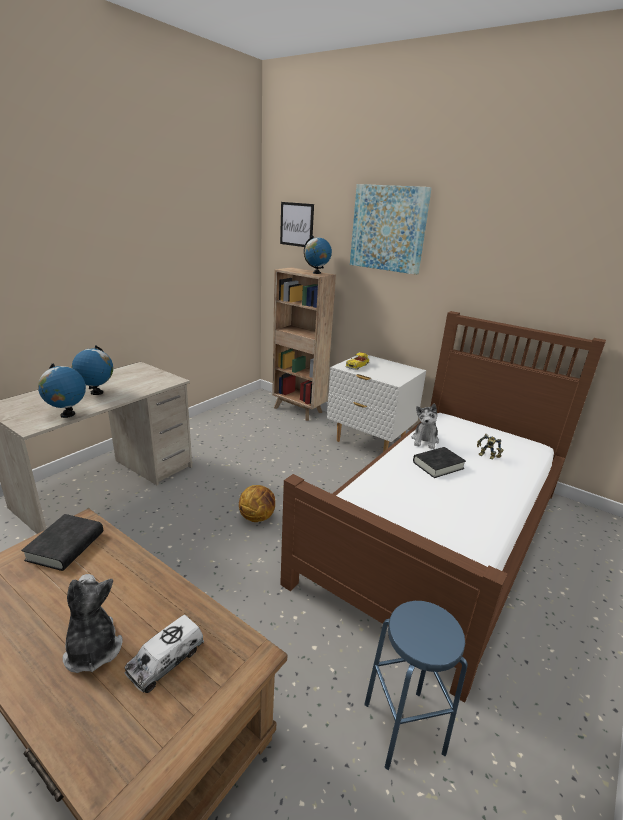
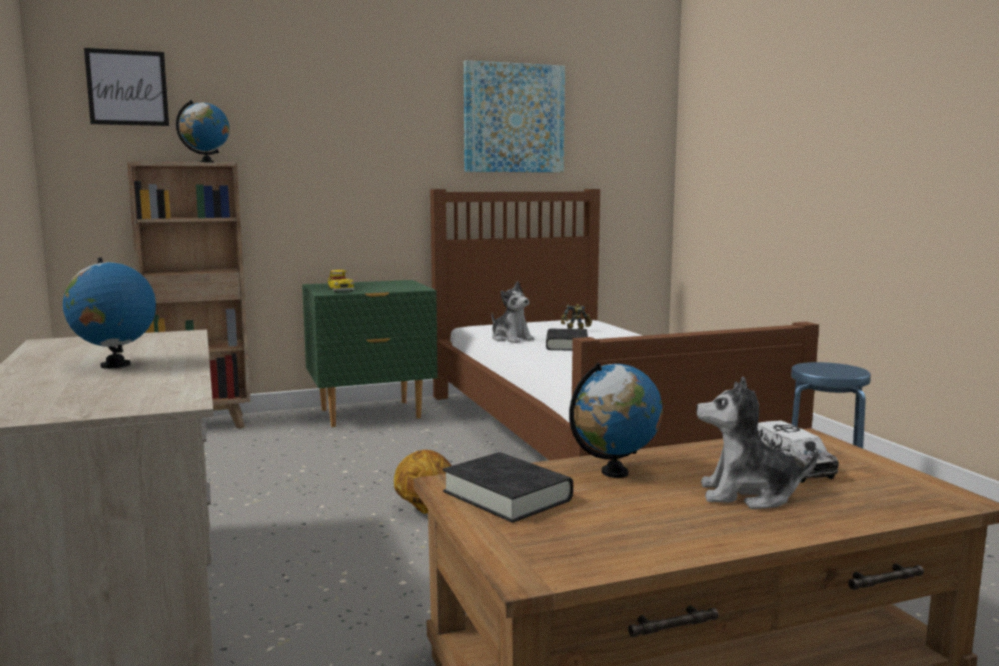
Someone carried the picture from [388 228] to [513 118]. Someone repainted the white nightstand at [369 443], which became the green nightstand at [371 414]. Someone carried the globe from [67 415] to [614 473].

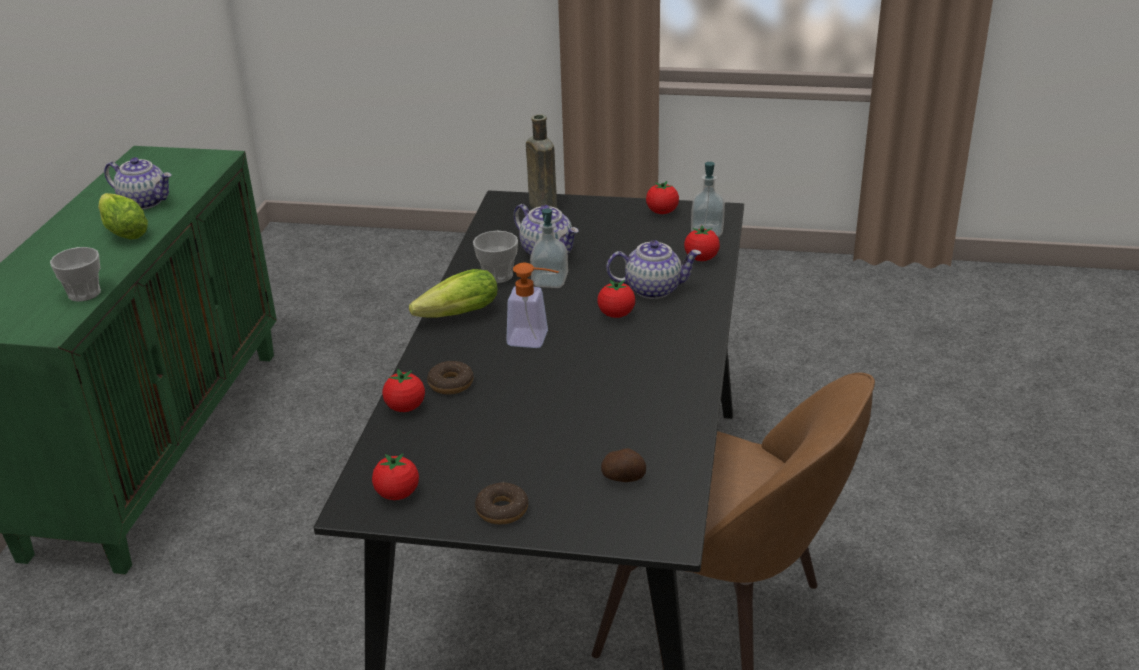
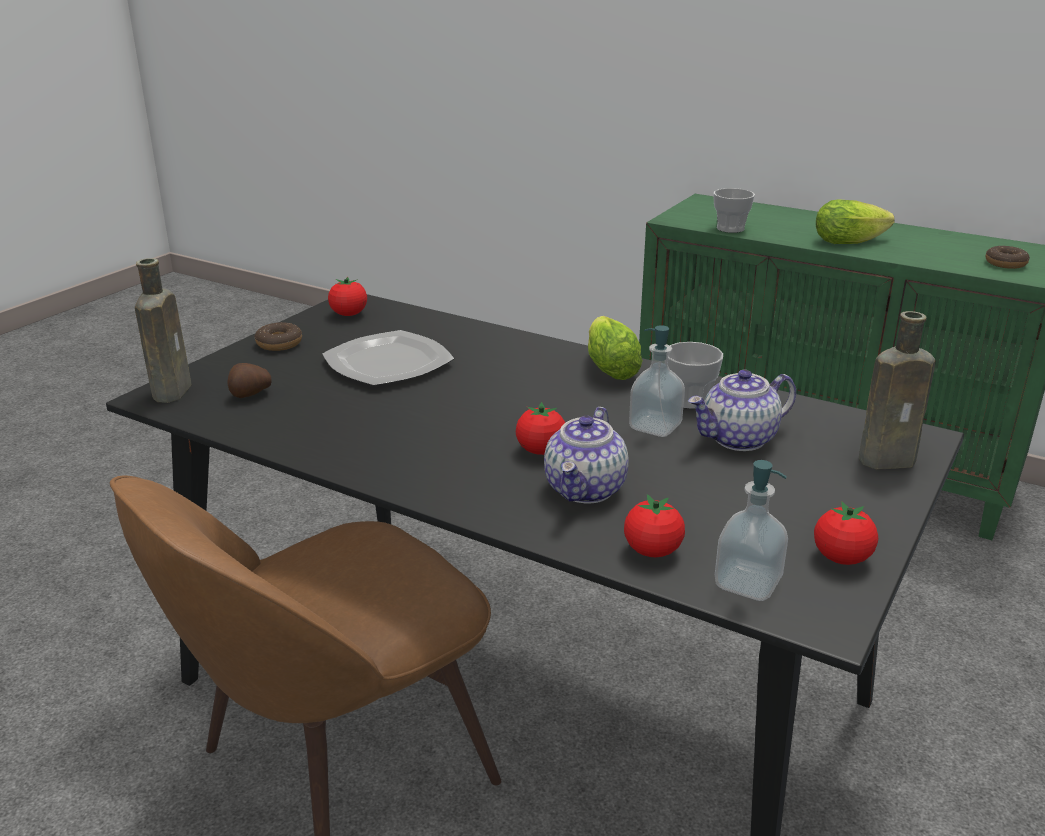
Someone took away the teapot at [145 202]. Someone took away the soap dispenser at [535 339]. Someone carried the donut from [451 384] to [1005 263]. Someone took away the tomato at [405 407]. Someone put down the brown bottle at [173 390]. Someone put down the plate at [386 363].

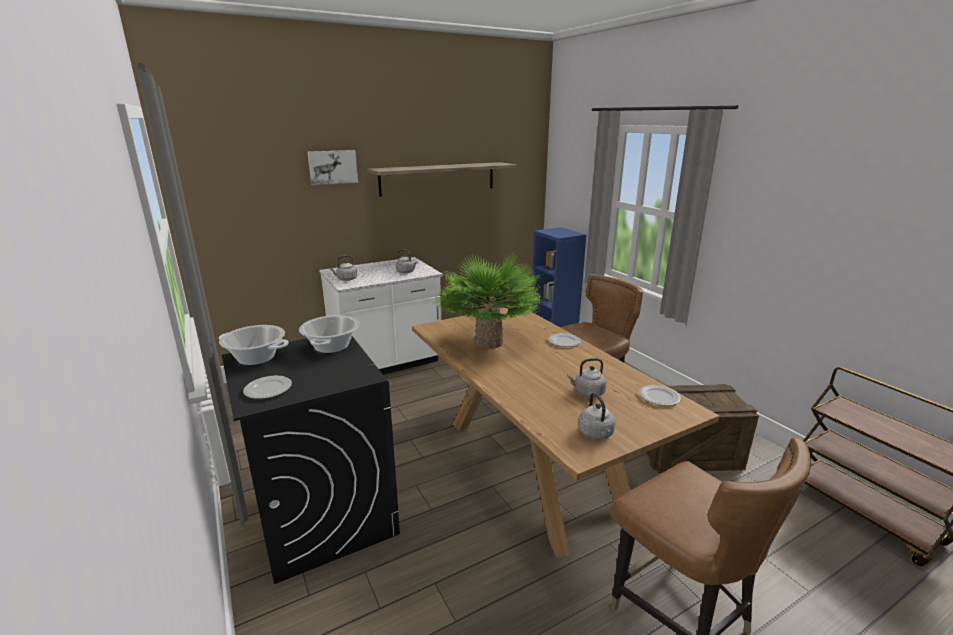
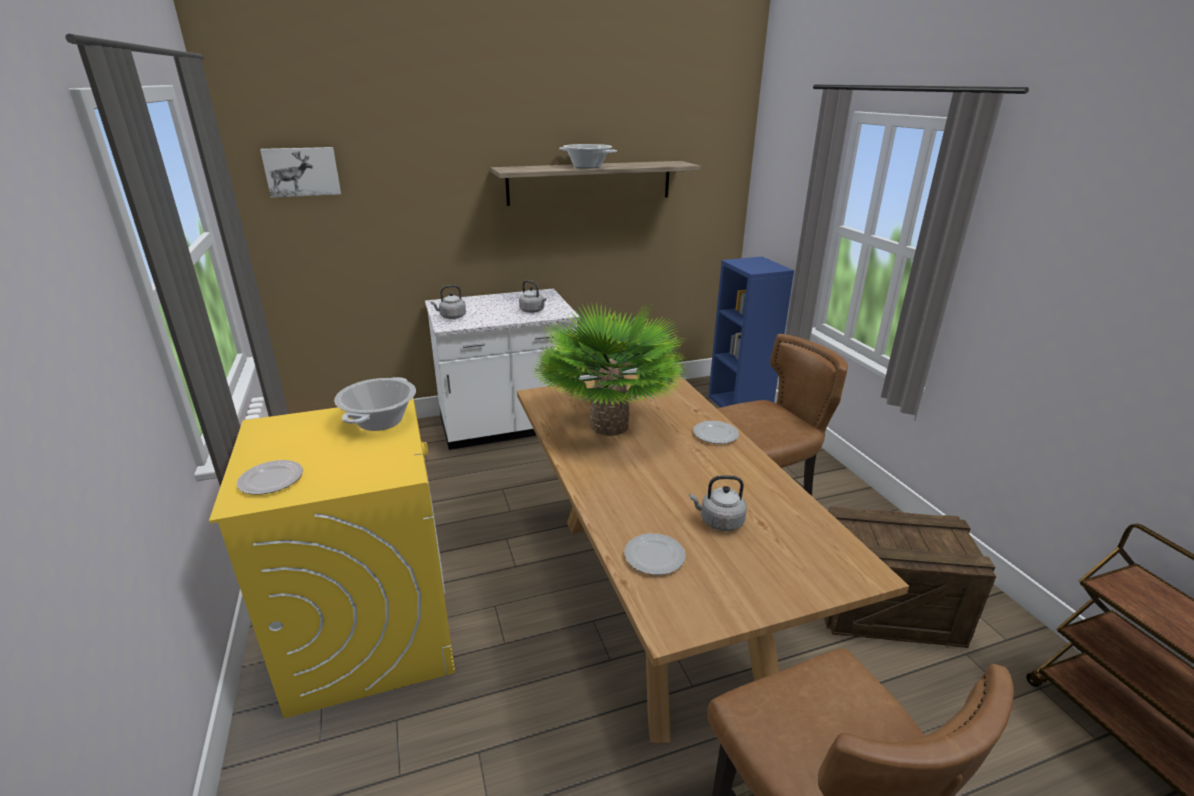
Someone carried the picture from [332 167] to [302 171]. Someone carried the cooking pot from [256 358] to [587 166]. Someone repainted the black washing machine at [324 514], which became the yellow washing machine at [370 630]. Someone carried the plate from [659 397] to [655 556]. Someone took away the grey kettle at [596 434].

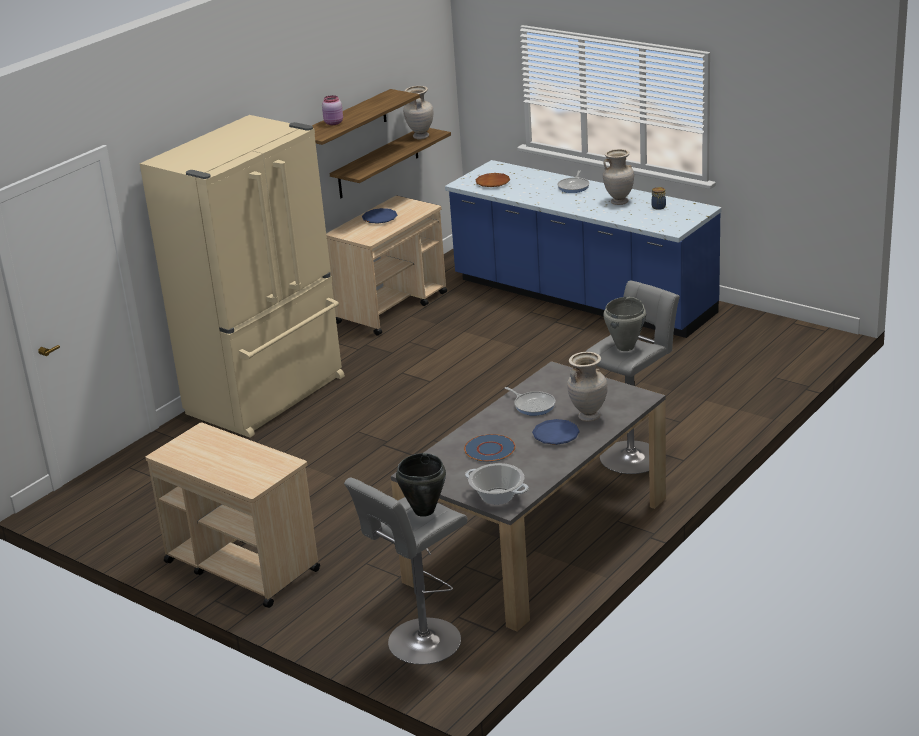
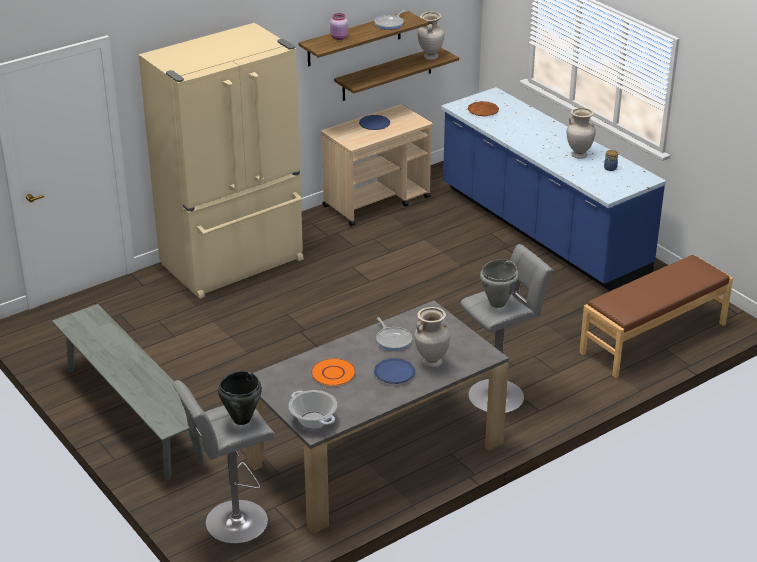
Someone carried the frying pan from [574 186] to [390 24]. Someone swapped the beige cart at [241 565] for the grey bench at [133 414]. Someone repainted the blue plate at [489 449], which became the orange plate at [333 373]. Someone put down the brown bench at [654 338].

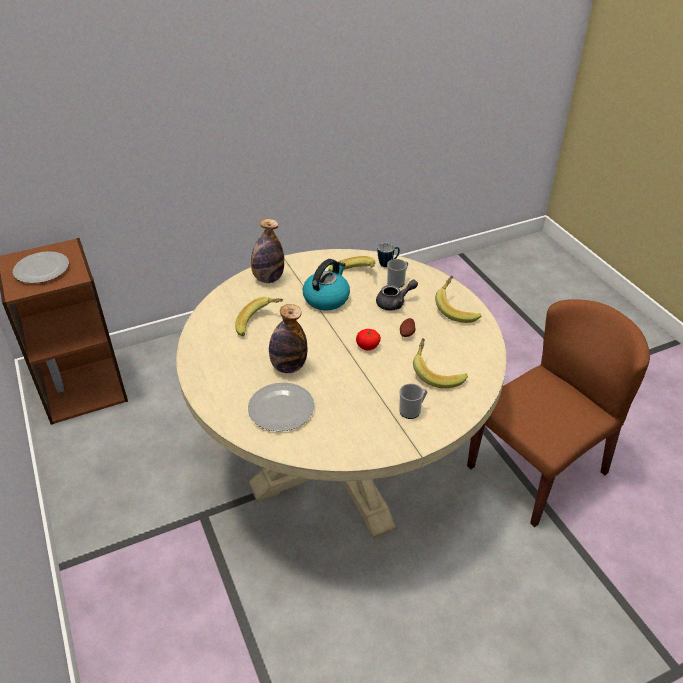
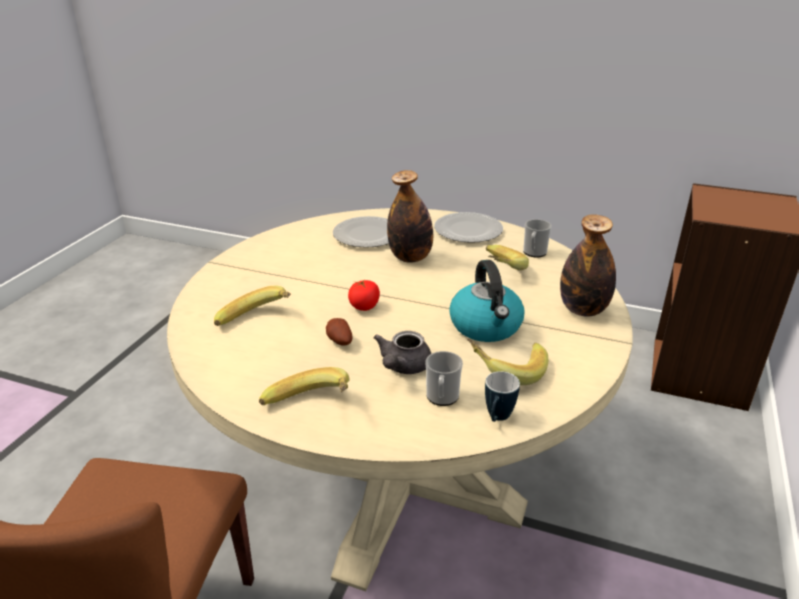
Someone carried the plate from [41 269] to [469 230]. Someone carried the mug from [412 410] to [534 253].

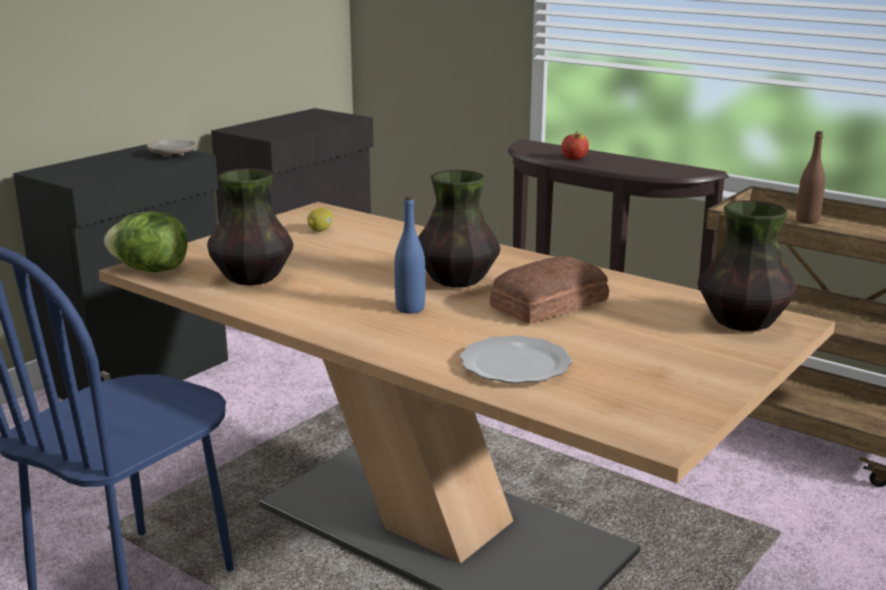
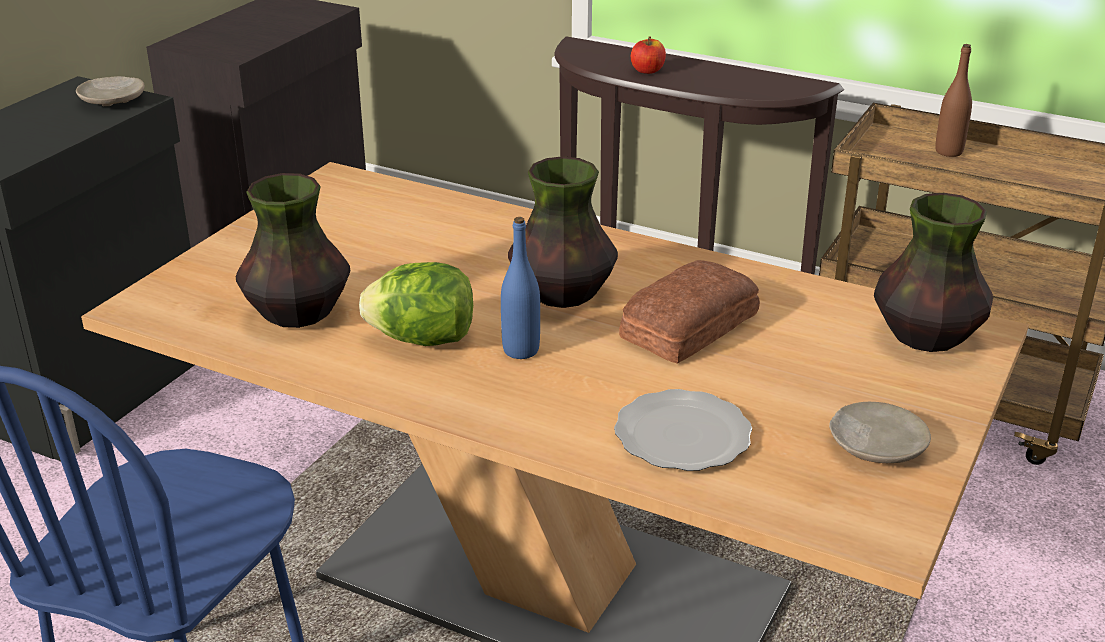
Someone took away the lemon at [321 230]. Someone carried the lettuce from [150 270] to [423 340]. Someone put down the beige plate at [876 446].

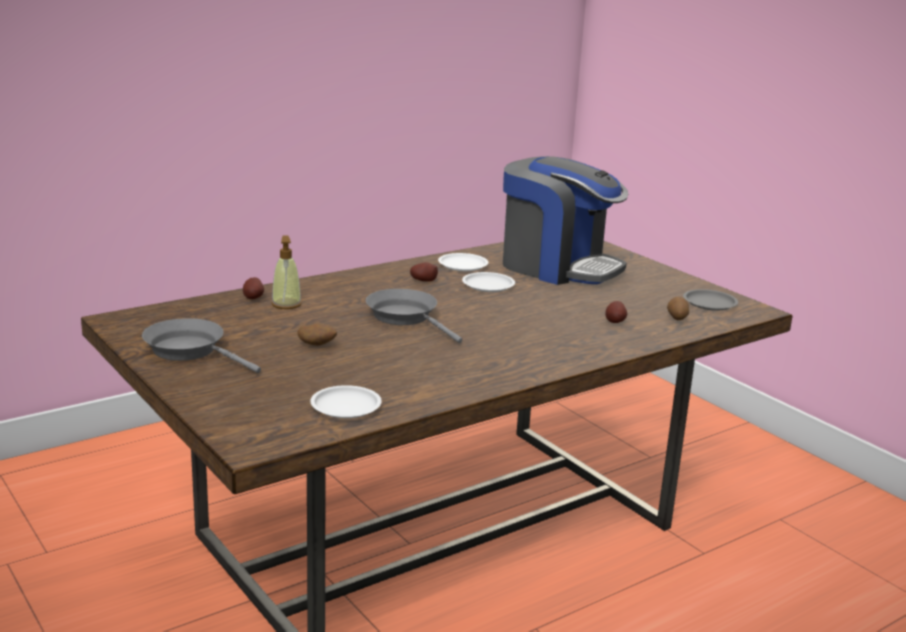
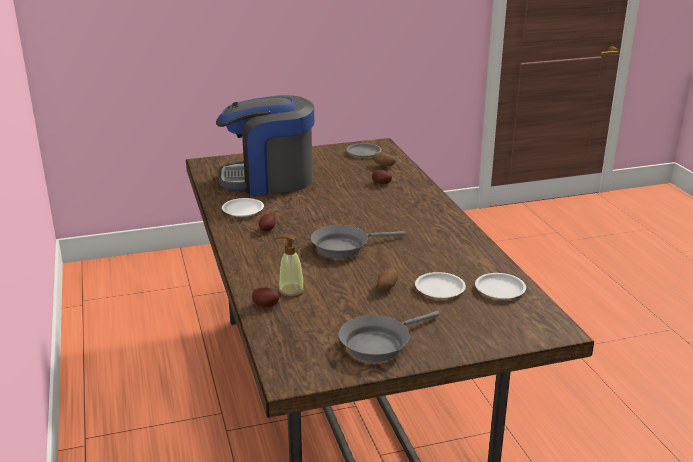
Someone rotated the coffee machine at [558 267] by 150 degrees counterclockwise. Someone carried the white plate from [488 285] to [439 288].

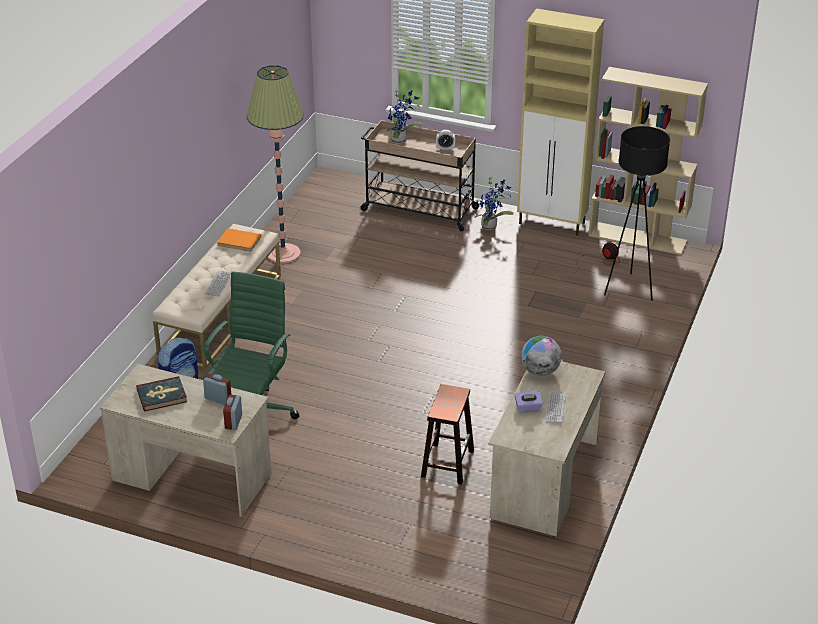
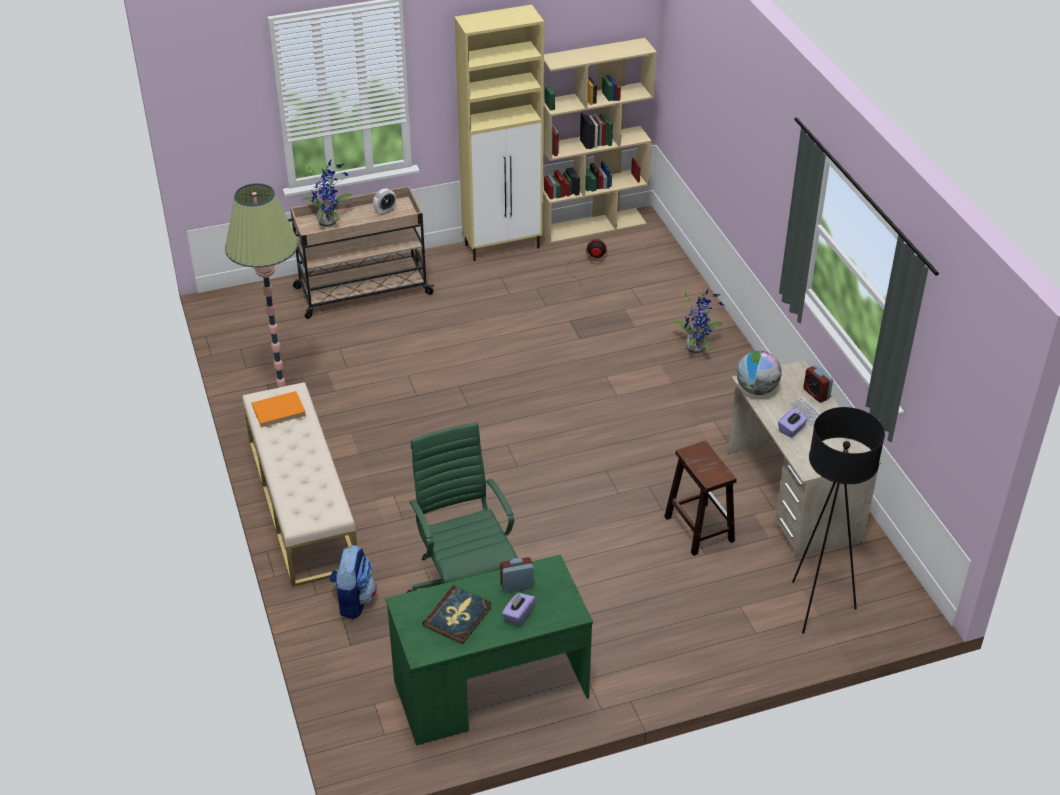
Someone carried the black floor lamp from [629 289] to [816 606]. Someone carried the potted plant from [491 226] to [697 347]. Someone took away the keyboard at [218 284]. Someone repainted the beige desk at [192 477], which became the green desk at [490 689]. Someone carried the alarm clock from [233 422] to [816 394]. Someone put down the purple tissue box at [518 615].

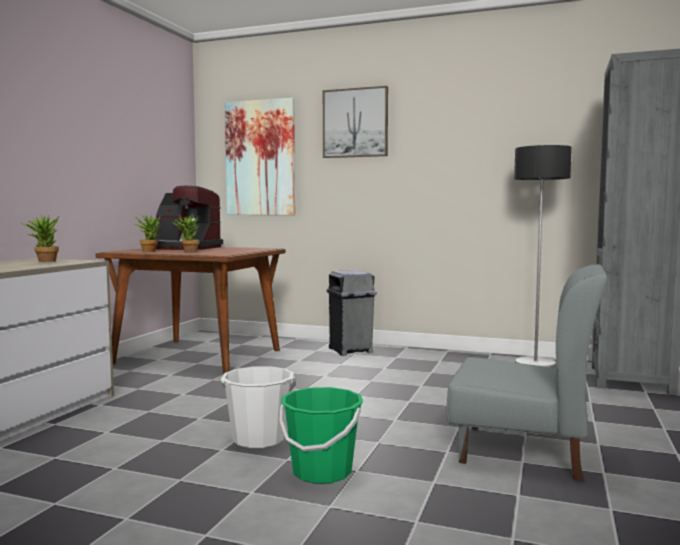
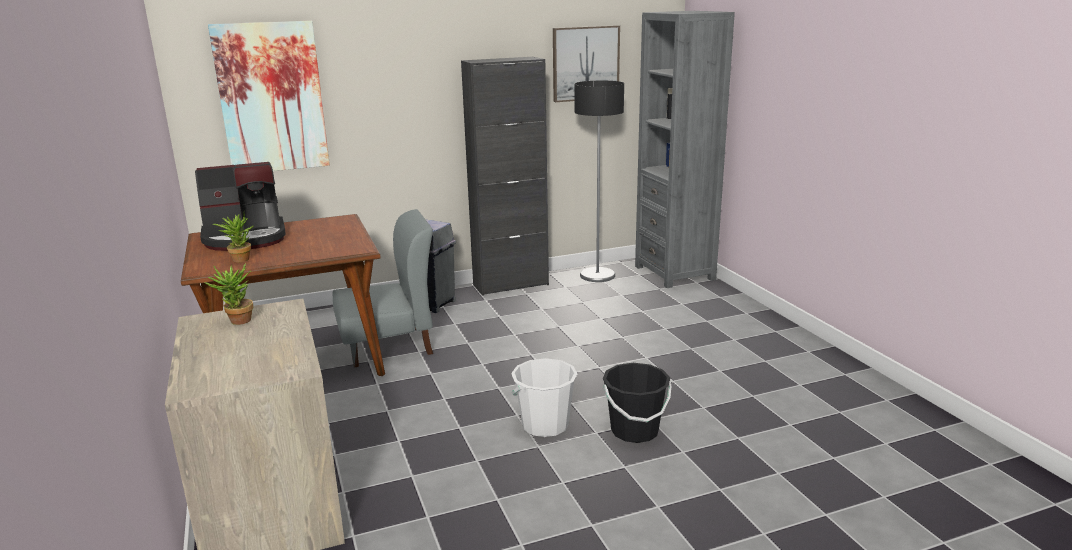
Someone carried the picture from [355 123] to [585 63]. Someone took away the potted plant at [188 252]. Someone carried the grey chair from [522 452] to [388 346]. Someone repainted the green bucket at [321 472], which became the black bucket at [634 431]. Someone put down the black cabinet at [510 284].

